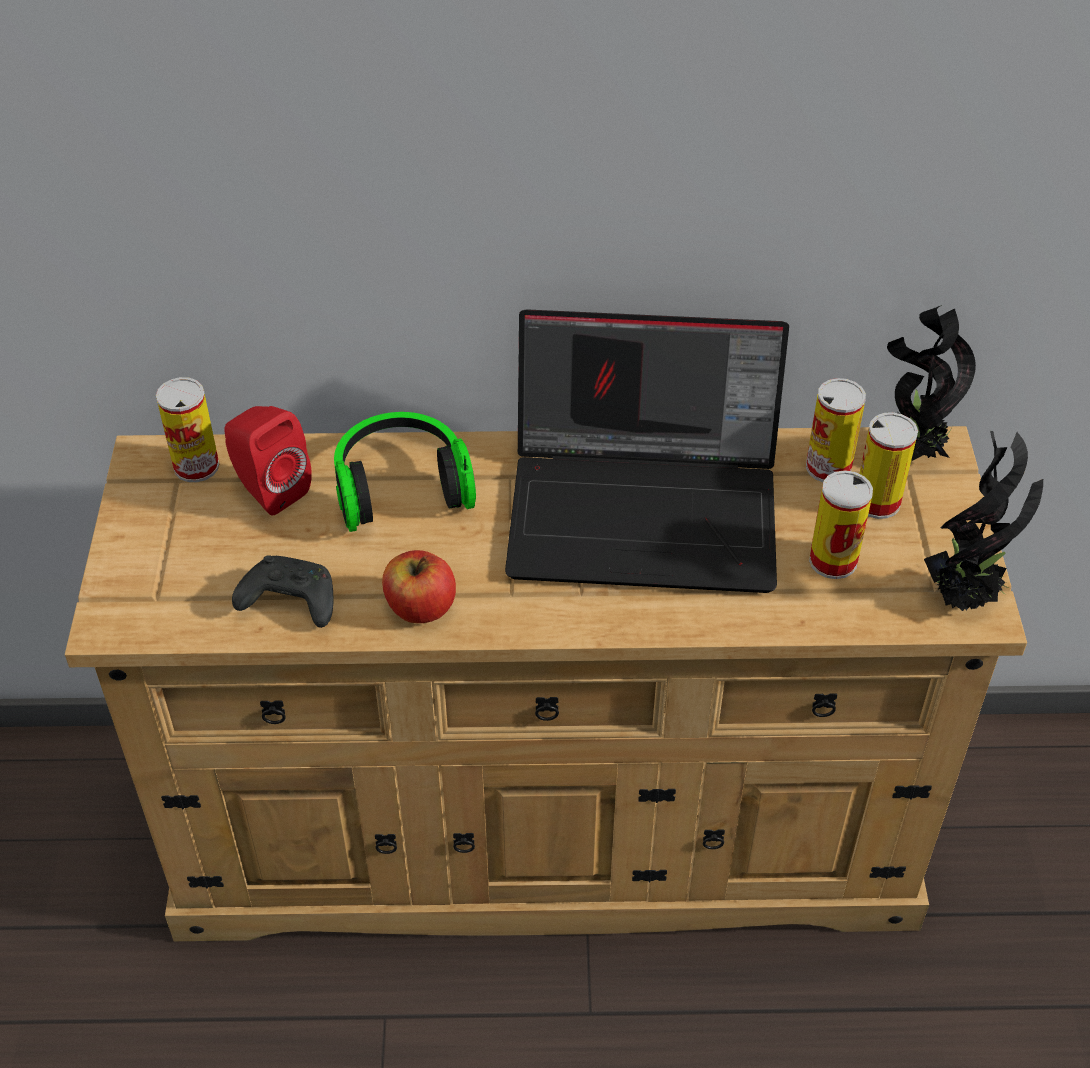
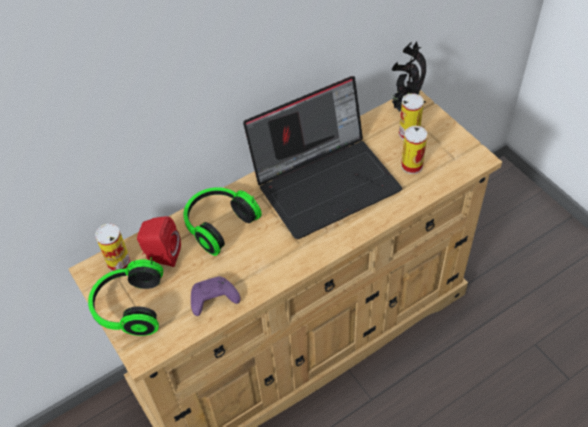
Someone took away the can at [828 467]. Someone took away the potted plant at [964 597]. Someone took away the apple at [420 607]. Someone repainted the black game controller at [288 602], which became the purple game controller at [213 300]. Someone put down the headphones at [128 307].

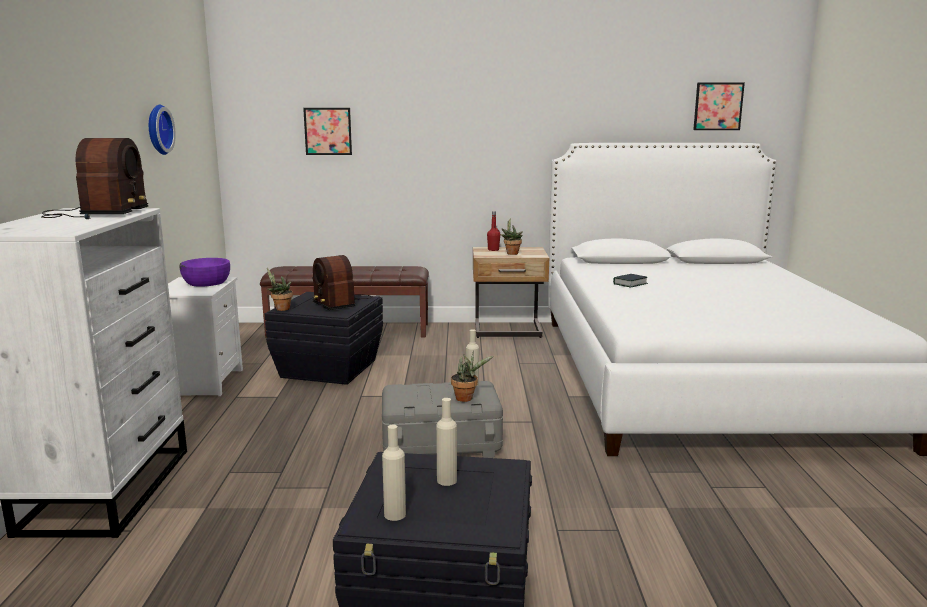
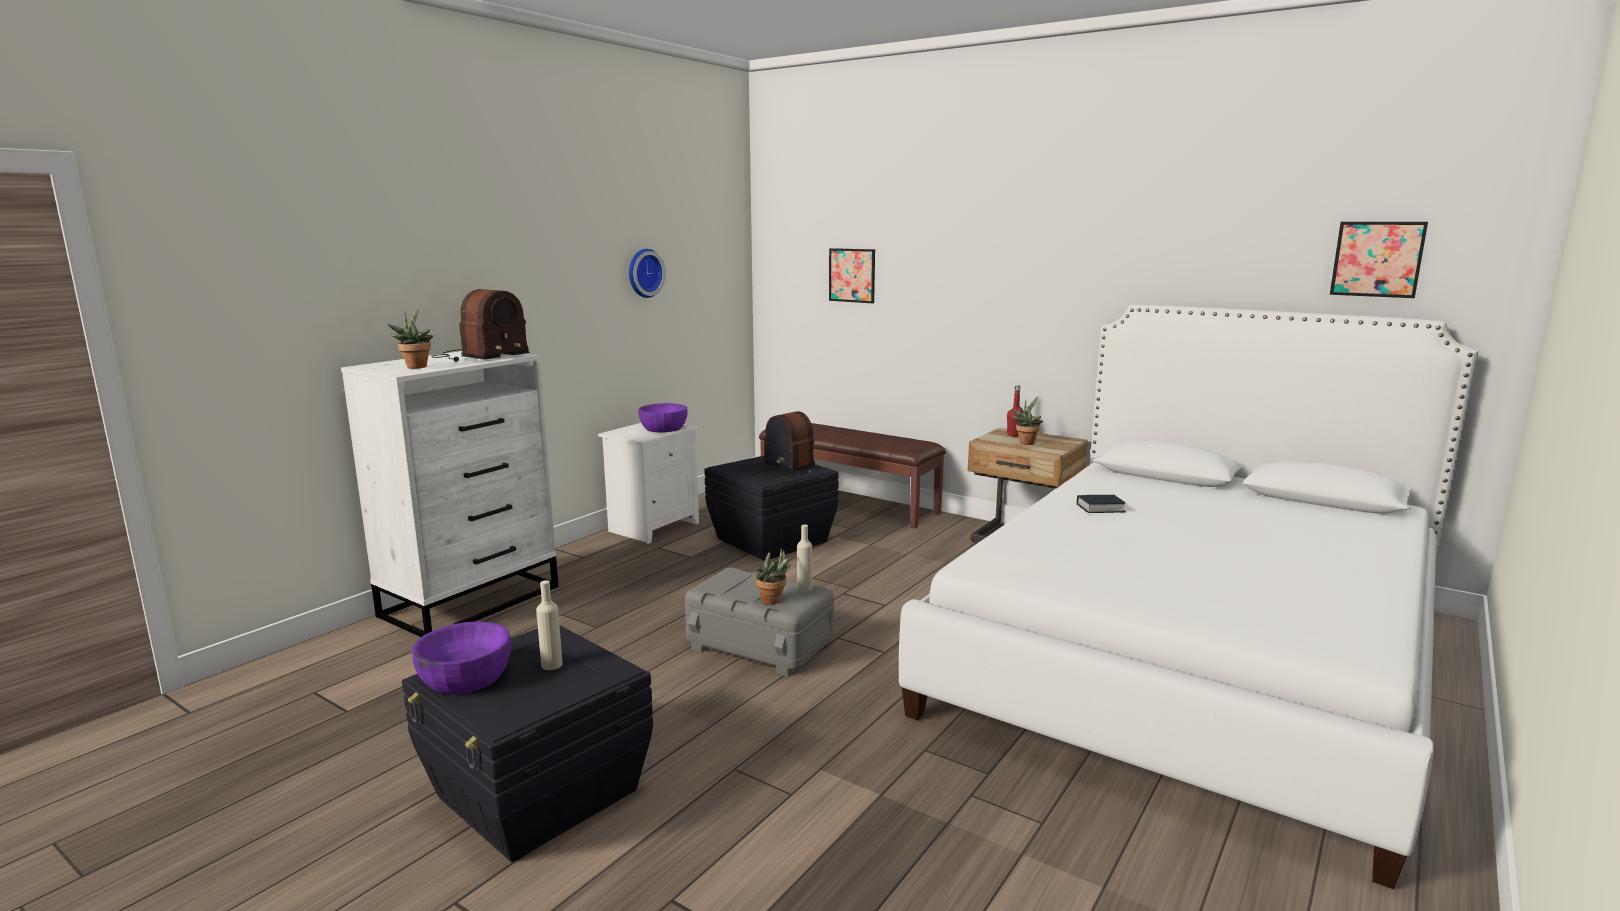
Someone rotated the radio at [340 302] by 135 degrees clockwise. Someone carried the potted plant from [280 309] to [416 366]. Someone swapped the beige bottle at [395 514] for the purple bowl at [465 677].

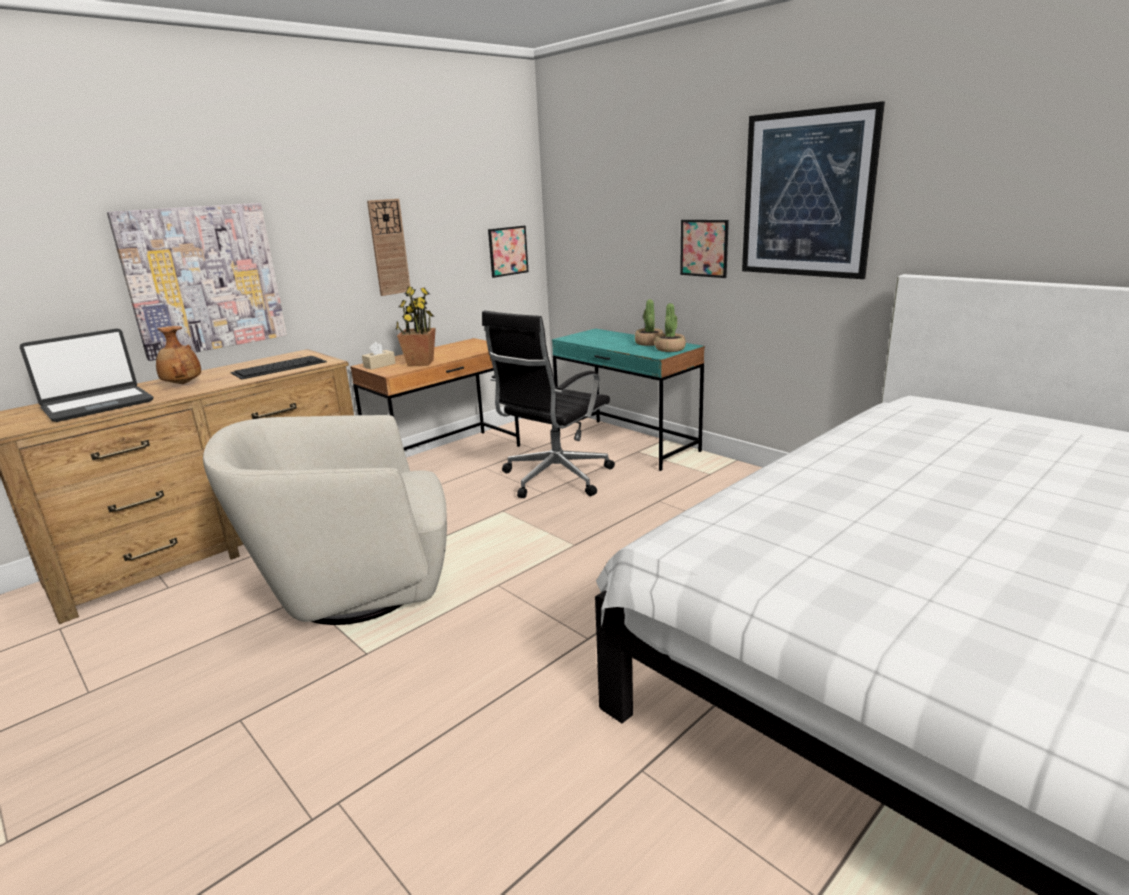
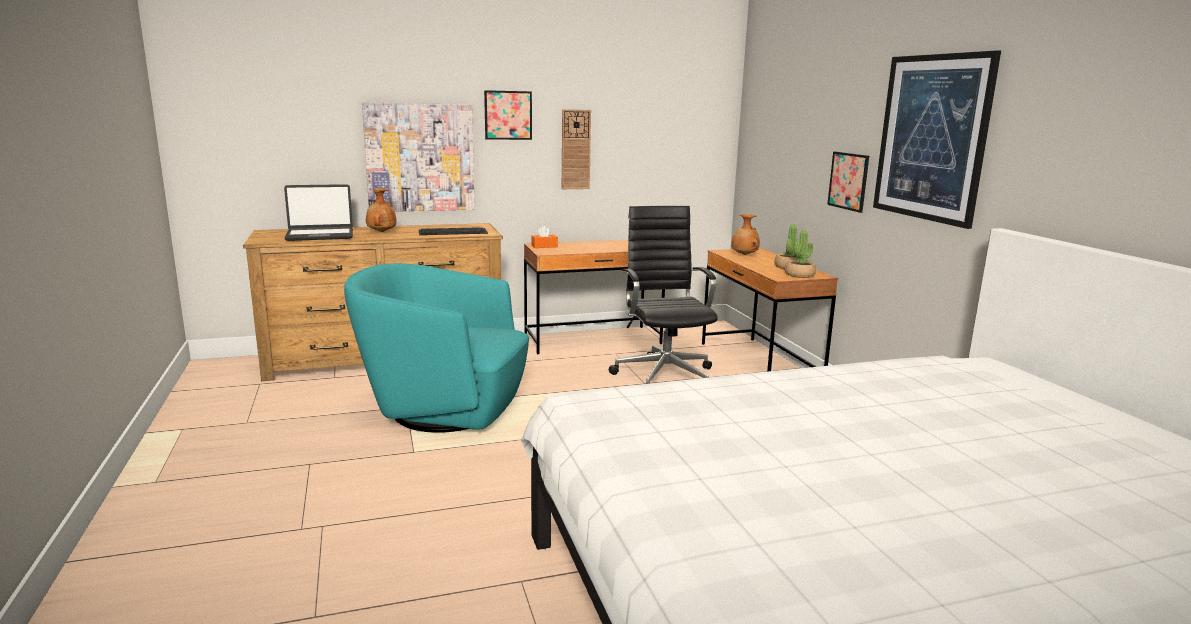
Someone carried the picture from [508 251] to [508 115]. Someone took away the potted plant at [420 363]. Someone rotated the black office chair at [554 478] by 105 degrees clockwise. Someone repainted the turquoise desk at [626 444], which became the brown desk at [759 363]. Someone repainted the beige tissue box at [379 365], which became the orange tissue box at [544 246]. Someone repainted the beige armchair at [354 587], which became the turquoise armchair at [443 410]. Someone put down the brown vase at [744 255].

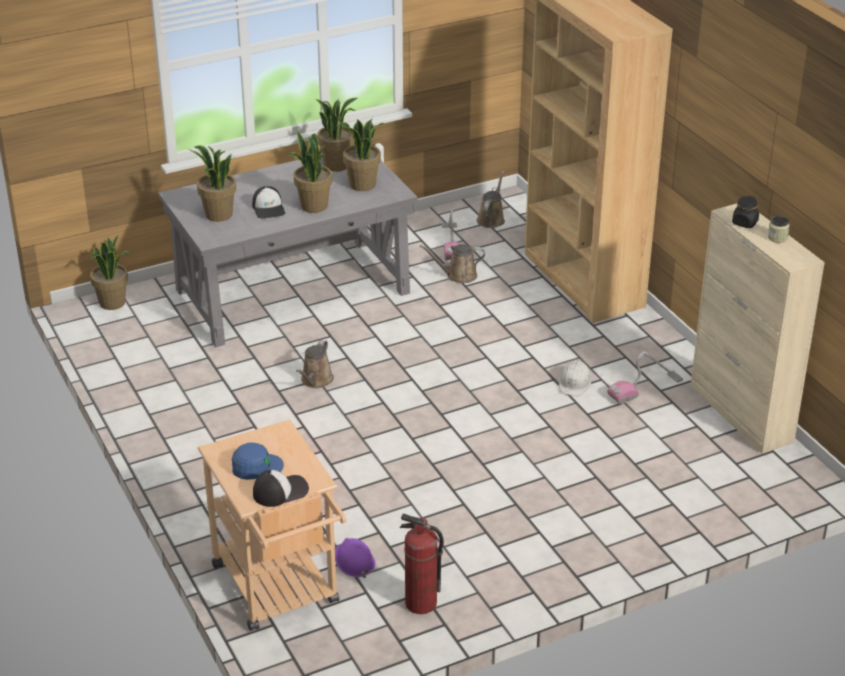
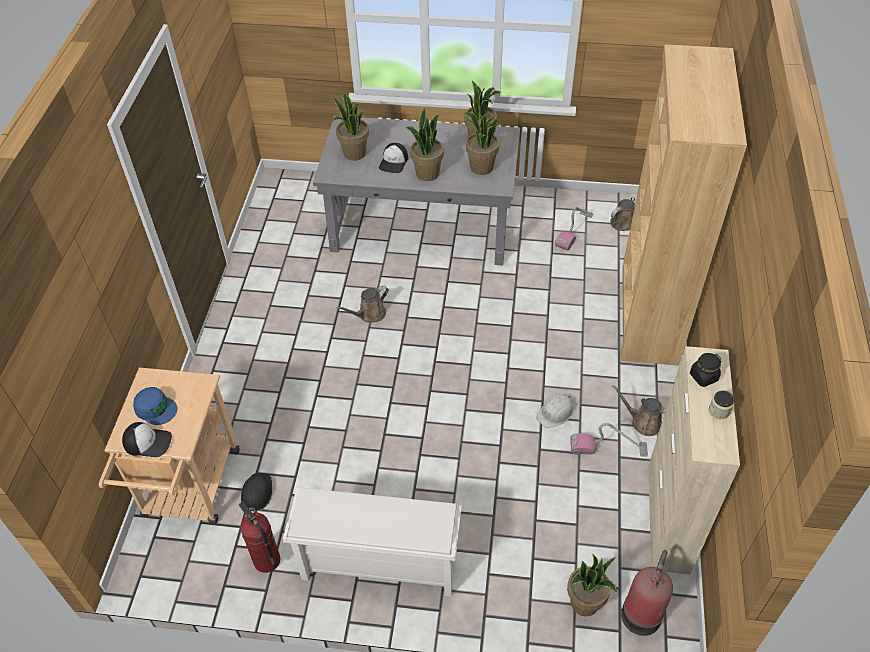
Someone carried the potted plant from [113 303] to [585 603]. Someone carried the brown watering can from [458 276] to [643 422]. Someone repainted the purple hard hat at [354 561], which became the black hard hat at [257 493]. Someone put down the white shoe rack at [378 565]. Someone put down the fire extinguisher at [642 612].

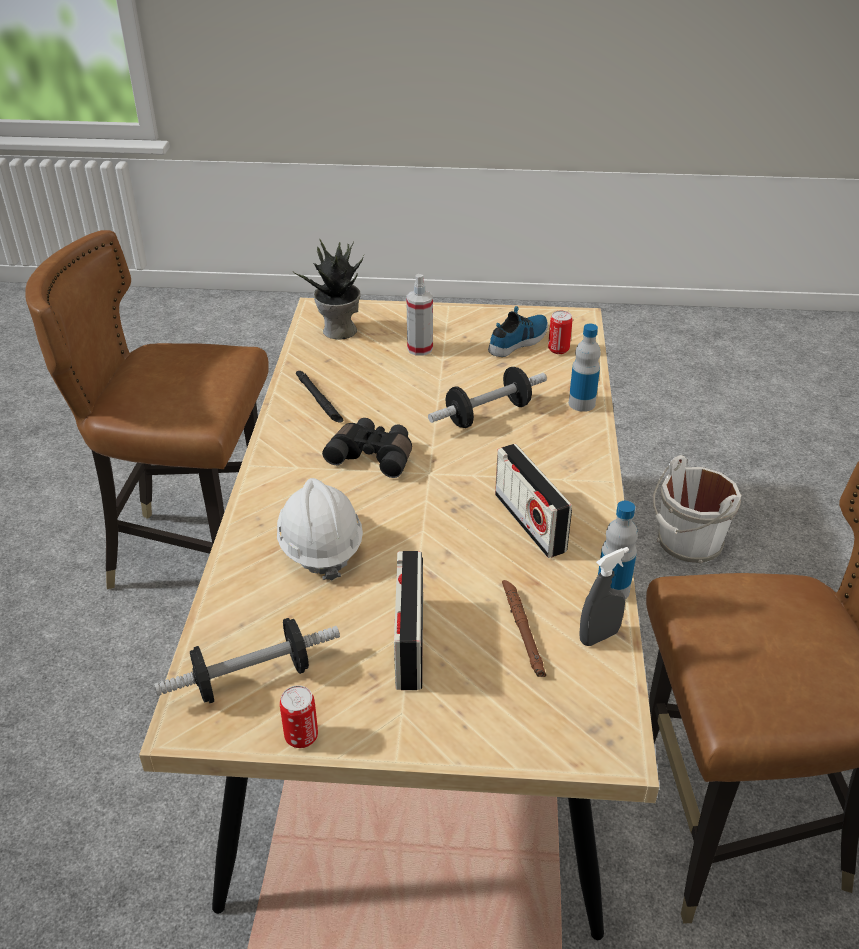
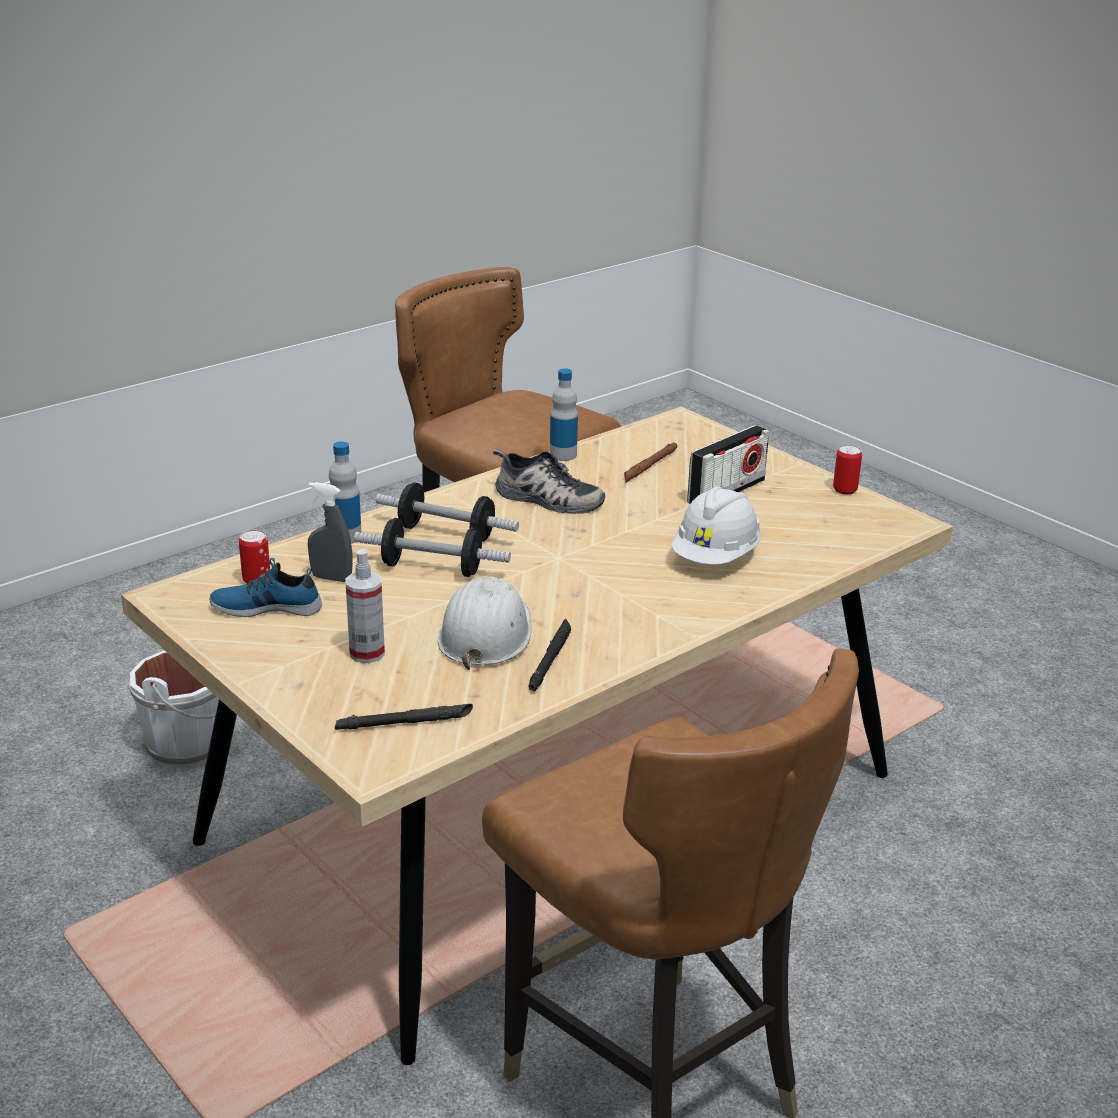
Someone swapped the potted plant at [338 331] for the black flashlight at [404 722]. Someone took away the black binoculars at [373 456]. Someone swapped the radio at [529 523] for the shoe at [546 499]. Someone carried the grey spray bottle from [599 636] to [331 578]. Someone carried the dumbbell from [252 678] to [446 533]. Someone put down the white hard hat at [485 634].

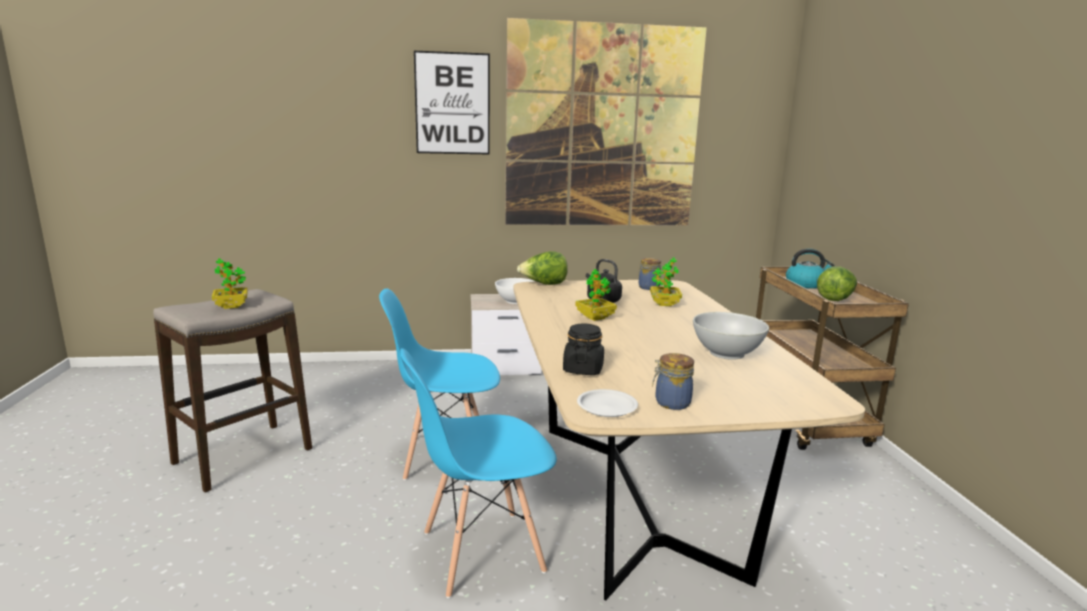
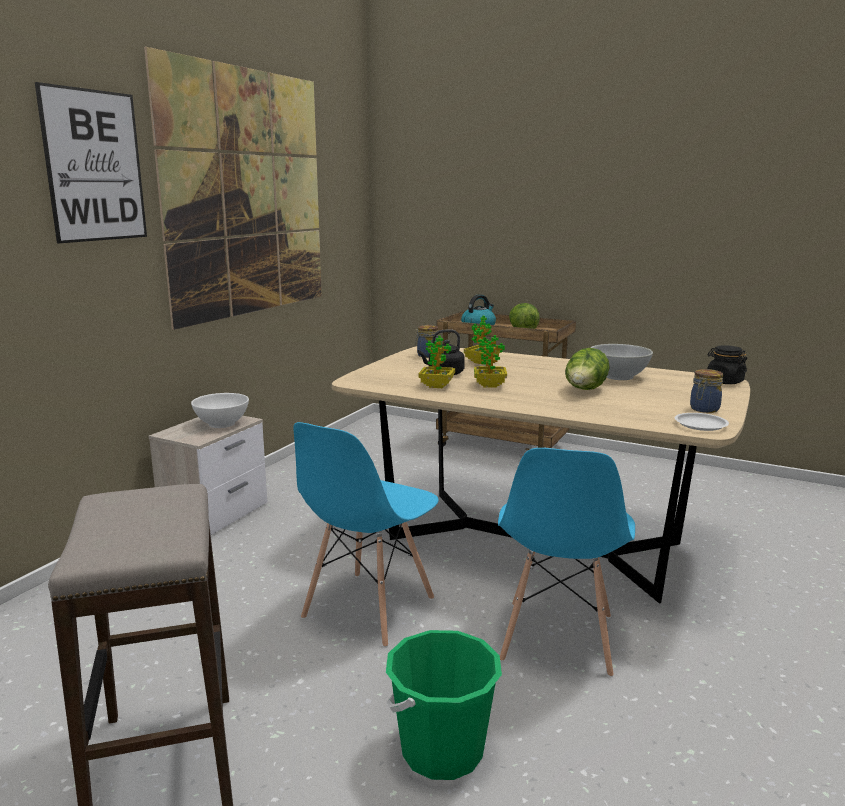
Someone carried the lettuce from [544 284] to [585 391]. Someone carried the potted plant from [231 306] to [436 386]. Someone carried the black jar from [583 369] to [724 381]. Someone put down the green bucket at [442 751].

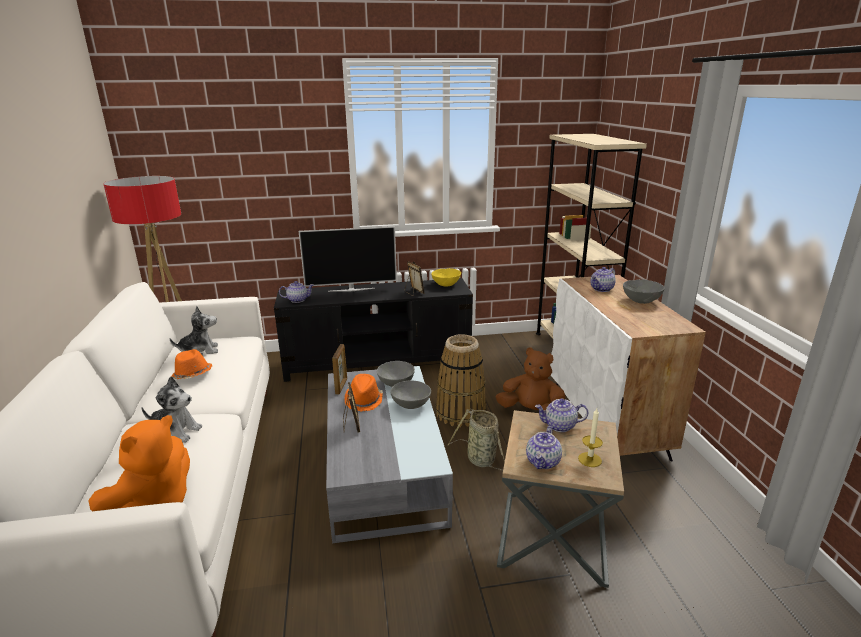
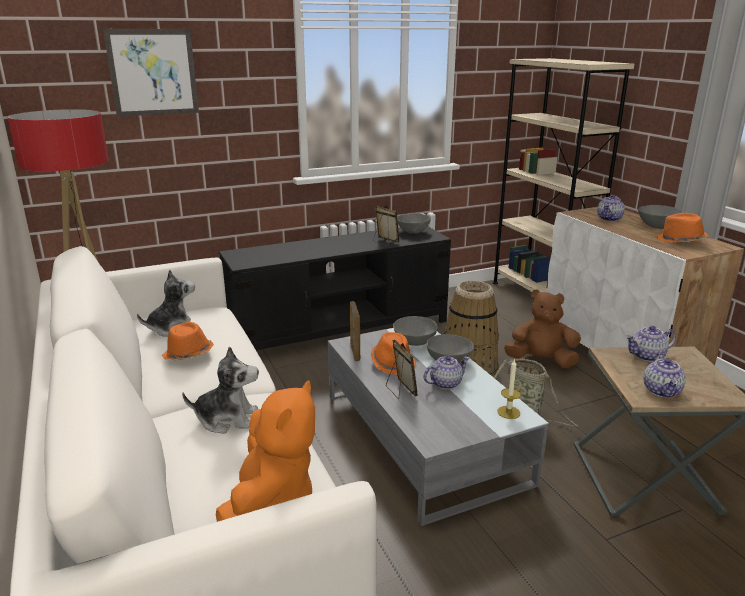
Someone took away the television at [351 289]. Someone repainted the yellow bowl at [446 284], which became the grey bowl at [413 231]. Someone carried the teapot from [298 300] to [445 383]. Someone carried the candle from [589 459] to [508 412]. Someone put up the picture at [153 72]. Someone put down the orange hat at [680 241].

